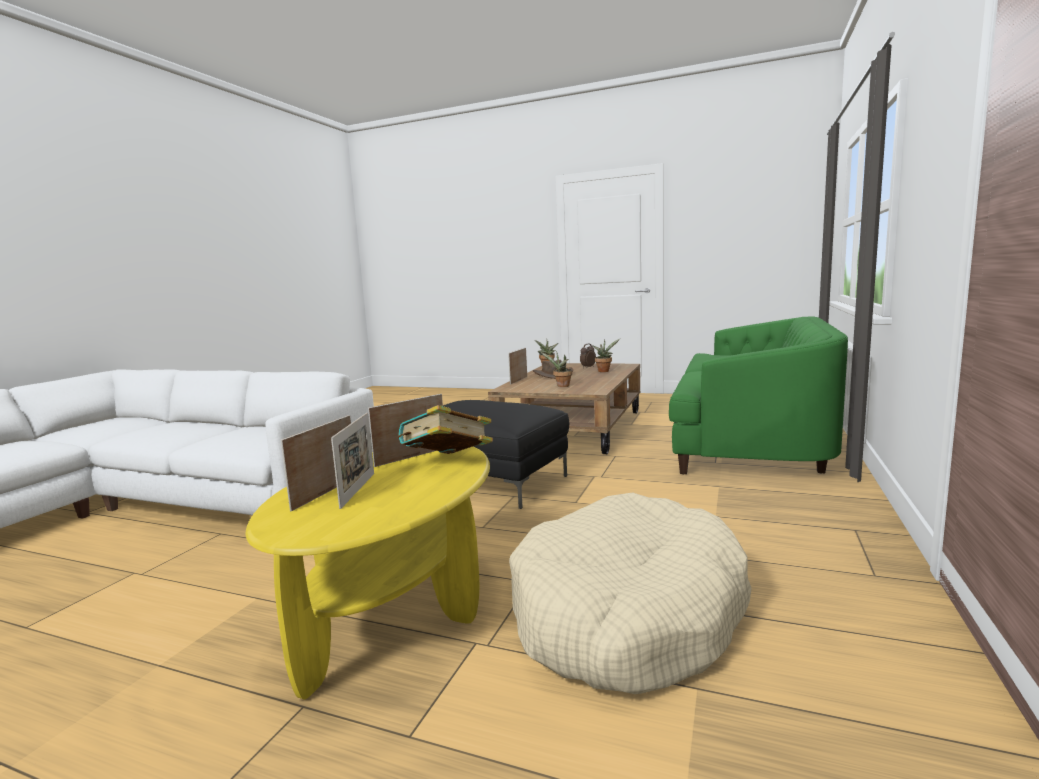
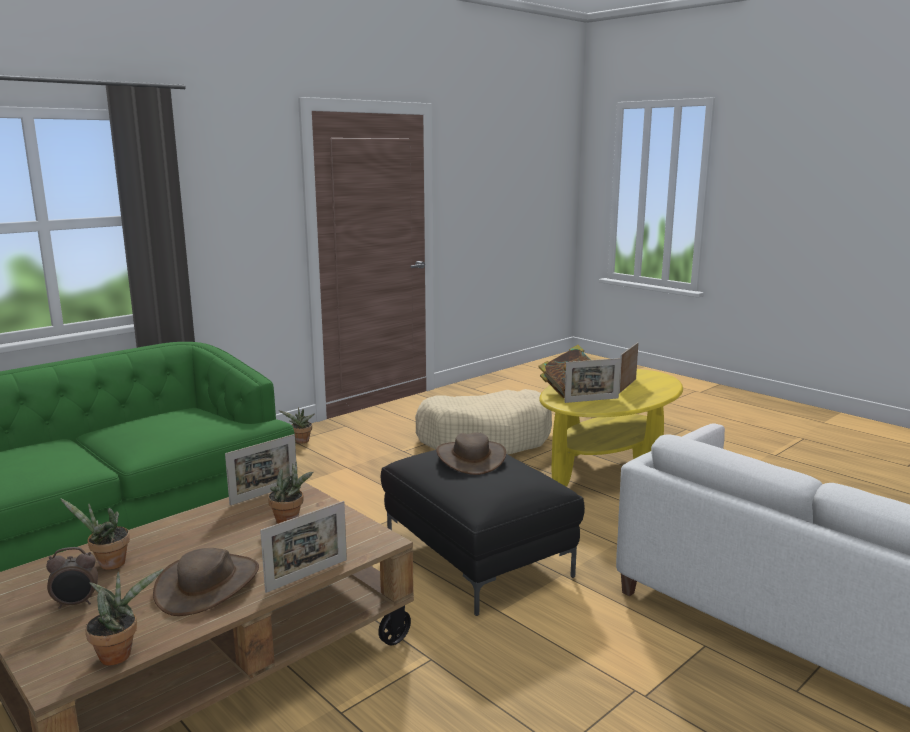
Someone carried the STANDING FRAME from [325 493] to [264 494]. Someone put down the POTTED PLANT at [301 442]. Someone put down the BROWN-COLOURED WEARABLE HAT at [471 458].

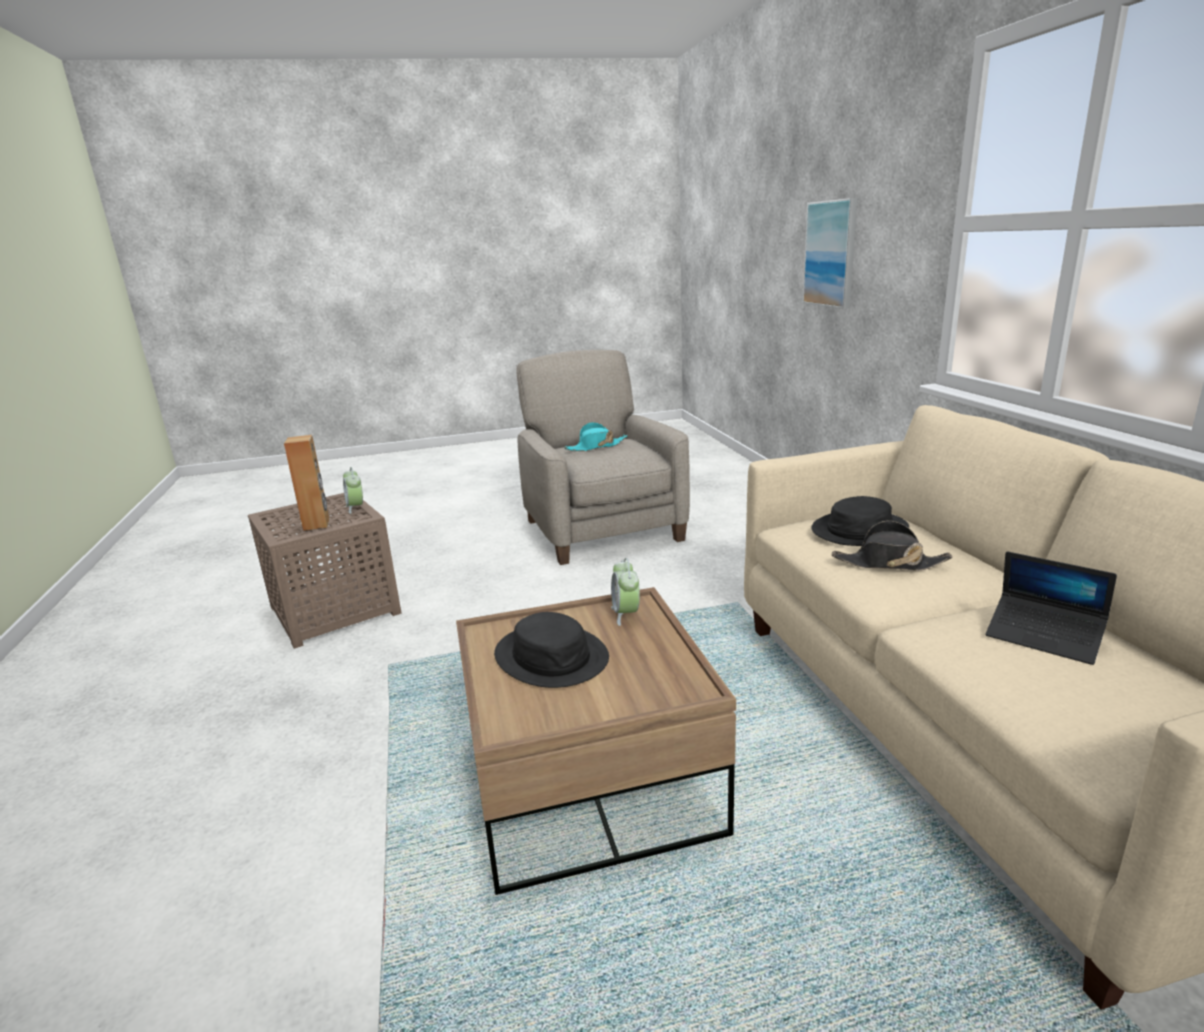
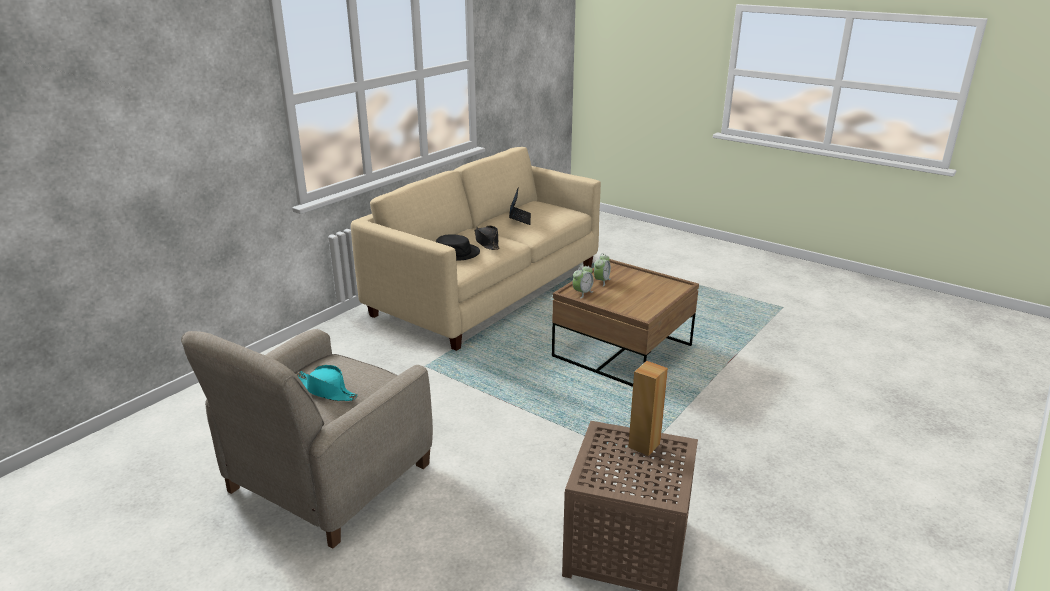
Someone carried the TABLE CLOCK from [356 508] to [601 281]. Someone took away the BLACK-COLOURED WEARABLE HAT at [551 657]. Someone took away the PICTURE at [831 254].

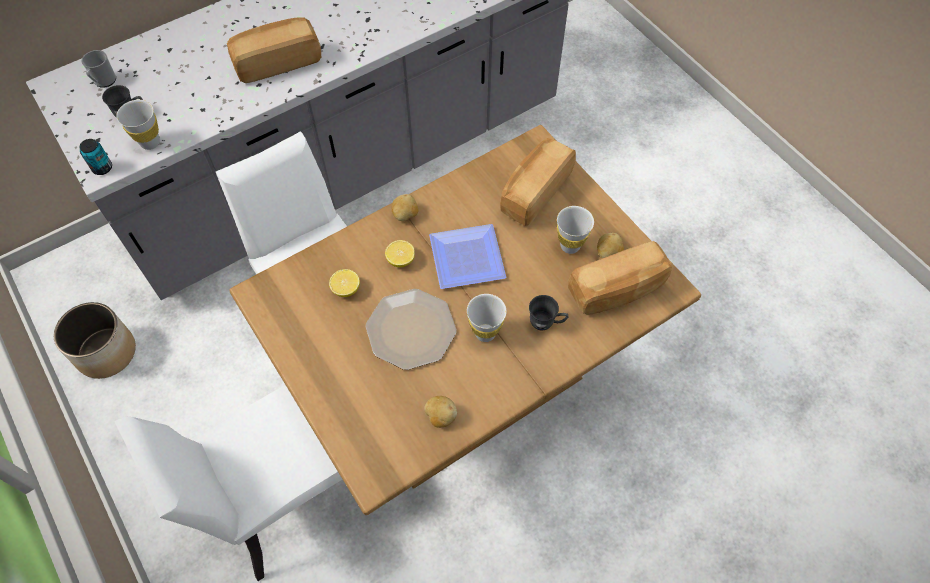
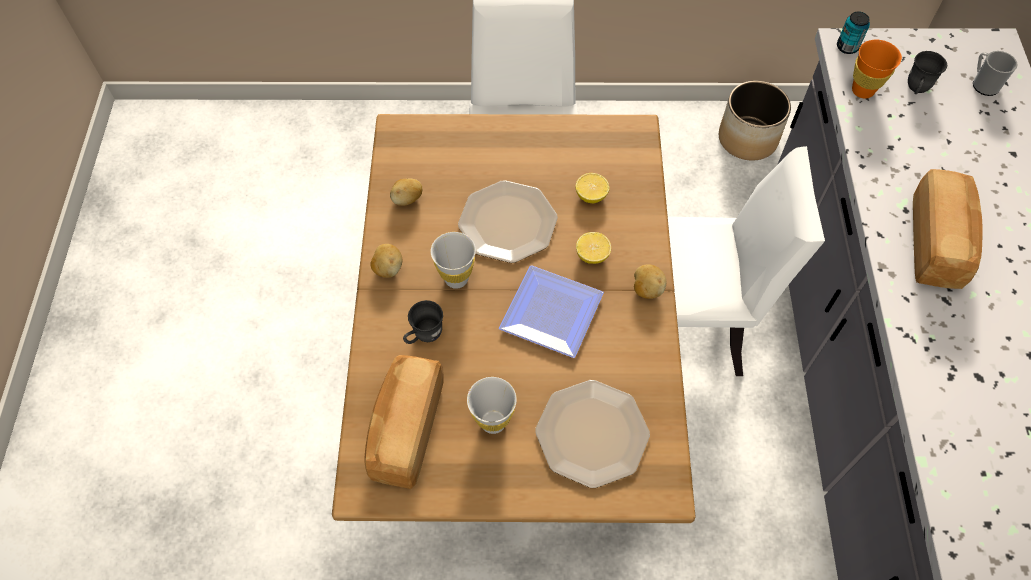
Someone repainted the WHITE CUP at [150 142], which became the ORANGEY CUP at [862 90]. Someone swapped the BAKERY BREAD at [534 192] for the DINNER PLATE at [591 435]. Someone carried the SPUD from [608 253] to [388 268].

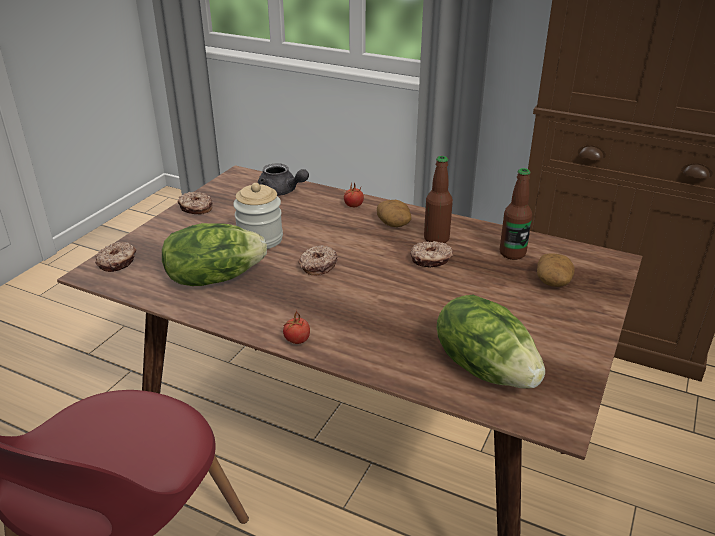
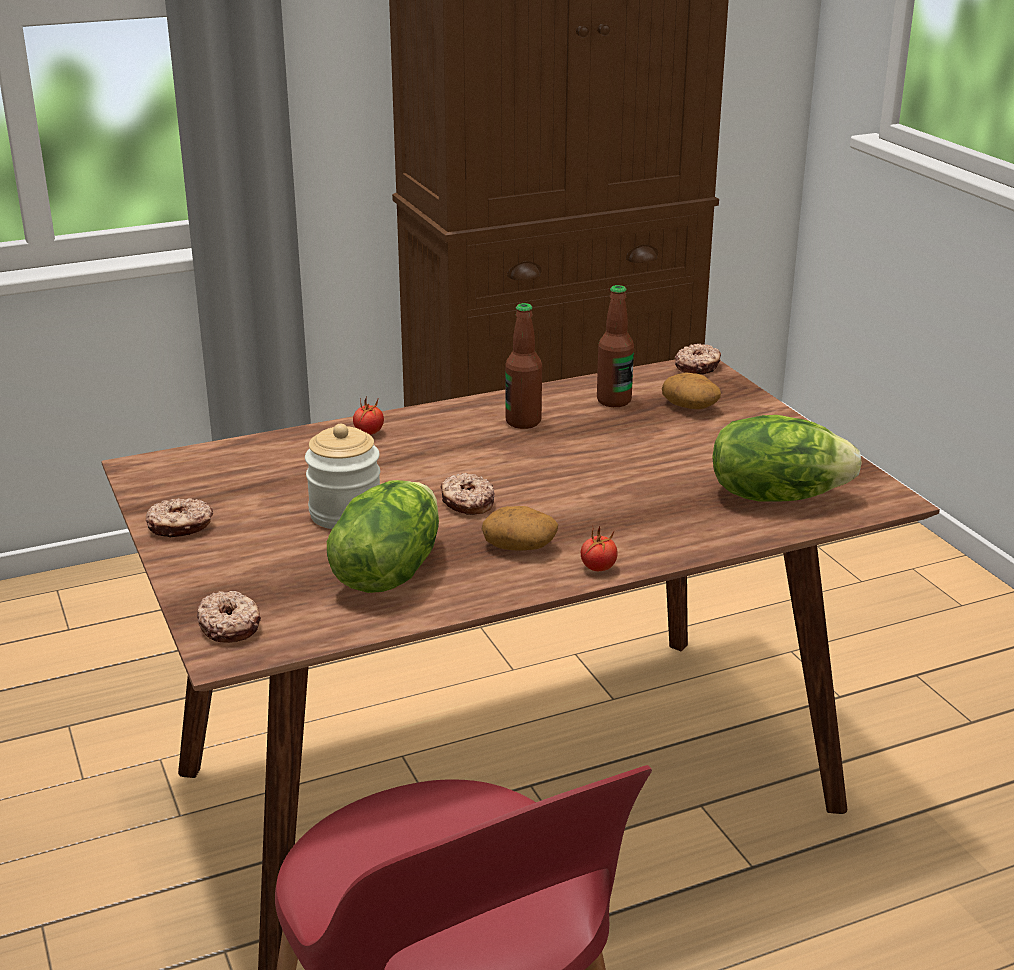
Someone took away the GREYISH TEAPOT at [281 192]. Someone carried the SPUD from [394 224] to [520 546]. Someone carried the DONUT from [431 260] to [698 367].

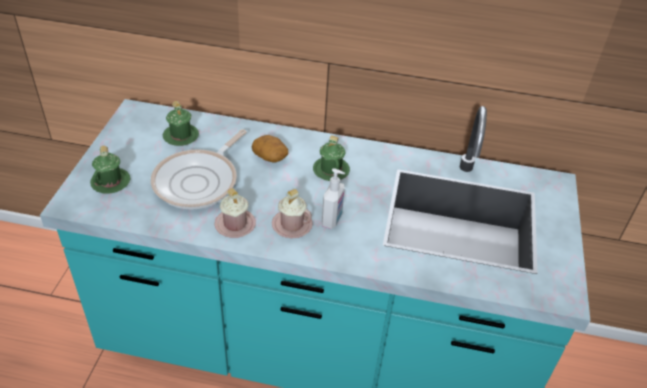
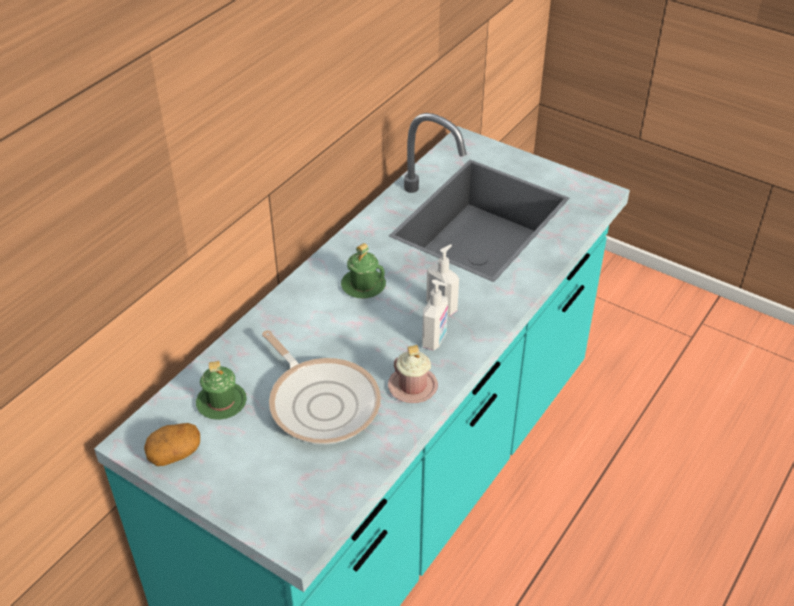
Someone took away the GREEN-COLOURED TEA MUG at [110 182]. Someone carried the SPUD from [270 157] to [175 452]. Someone swapped the PINK TEA MUG at [292 225] for the SOAP BOTTLE at [435 340].

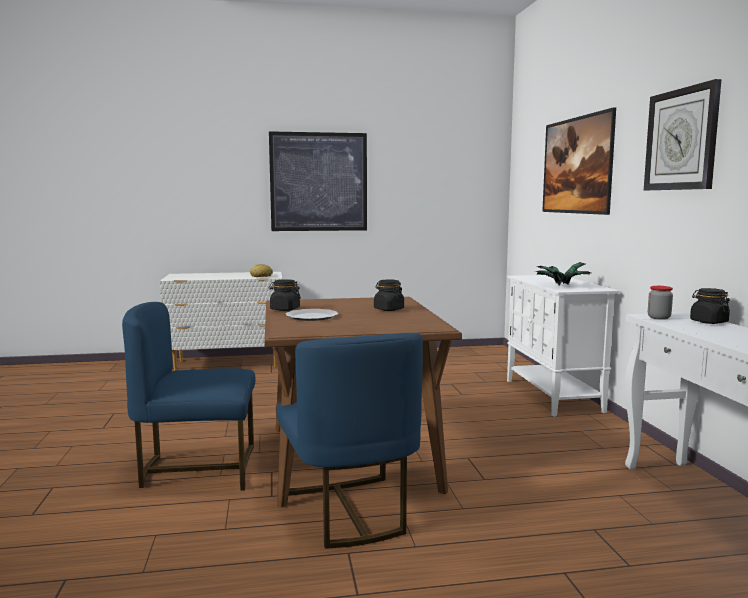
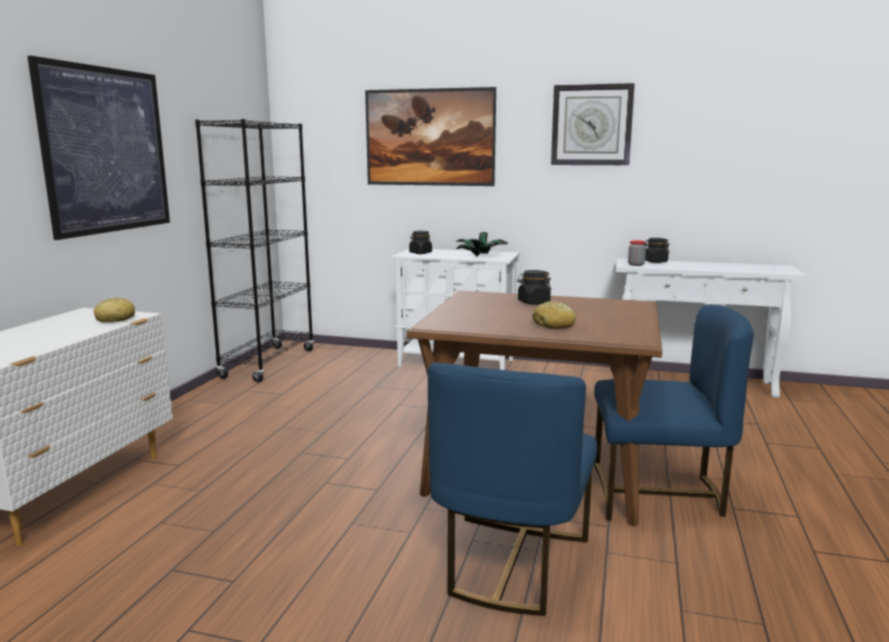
Someone carried the BLACK-COLOURED STORAGE JAR from [284 309] to [420 253]. Someone swapped the DINNER PLATE at [312 317] for the BAKERY BREAD at [554 325]. Someone put down the BLACK-COLOURED SHELVING UNIT at [268 364].

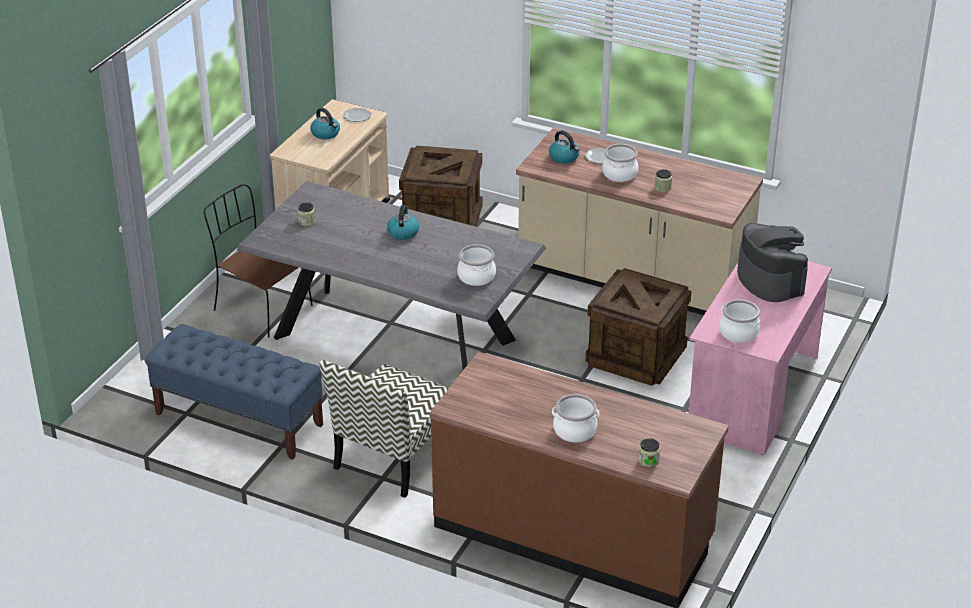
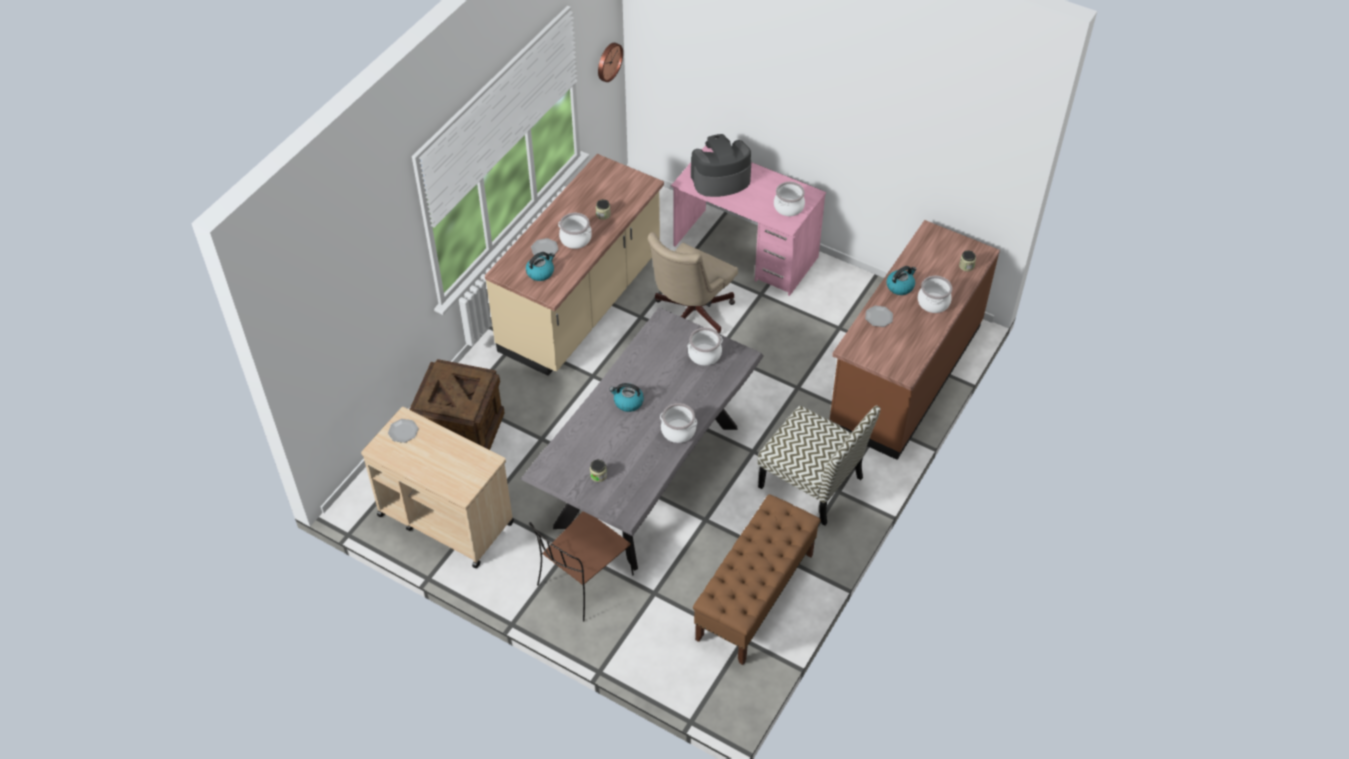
Someone repainted the BLUE LONG SEAT at [238 419], which became the BROWN-COLOURED LONG SEAT at [755 597]. Someone carried the KETTLE from [326 134] to [900 286]. Someone swapped the CRATE at [635 355] for the SAND-COLOURED DESK CHAIR at [690 315]. Someone put up the CLOCK ON THE WALL at [608 61]. Someone put down the COOKING POT at [678 430]. Someone put down the DINNER PLATE at [879 317].

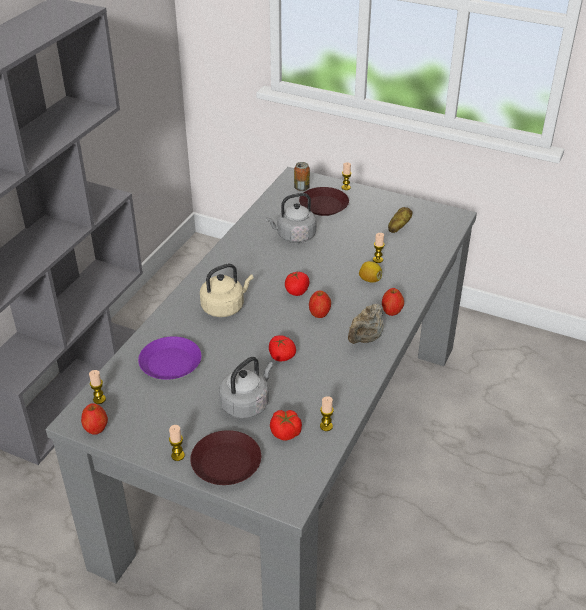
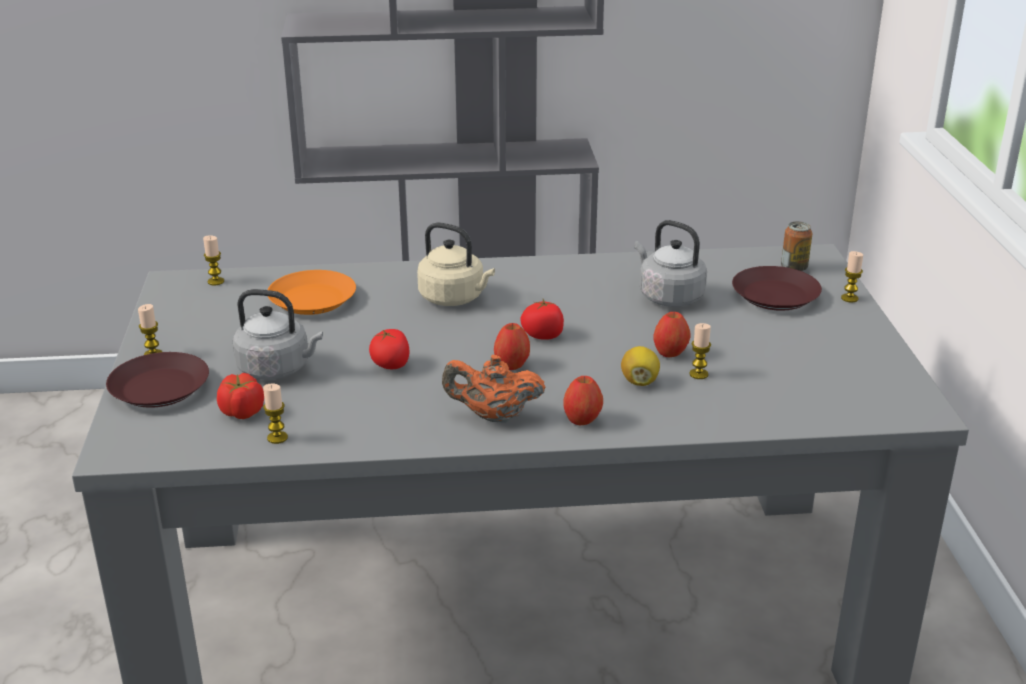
Someone carried the APPLE from [96 429] to [670 353]. Someone repainted the PURPLE DINNER PLATE at [171 363], which became the ORANGEY DINNER PLATE at [313 300]. Someone repainted the SAND-COLOURED TEAPOT at [365 339], which became the ORANGEY TEAPOT at [493 416]. Someone took away the SPUD at [398 227].

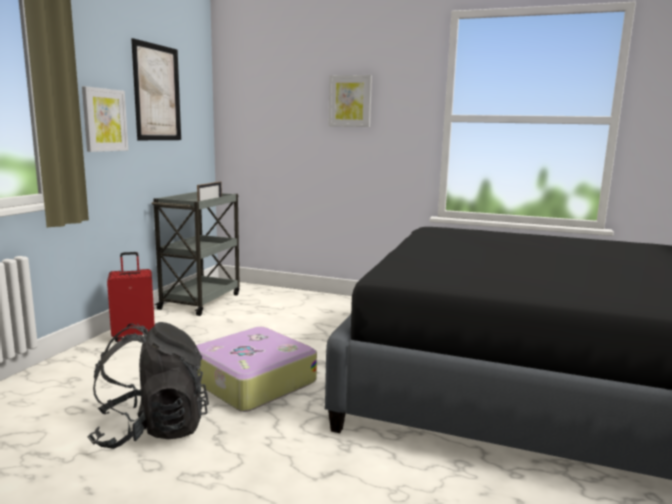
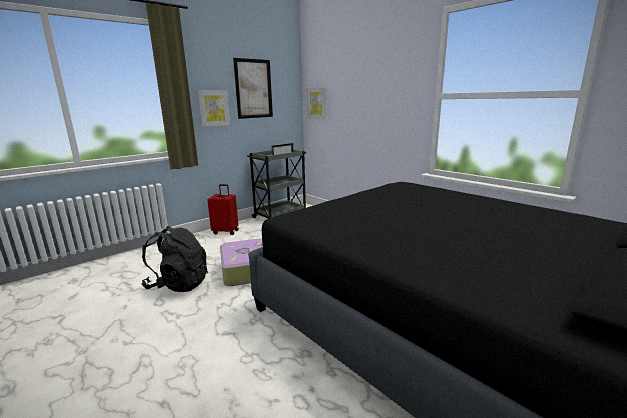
Someone carried the PICTURE from [350 101] to [317 103].

